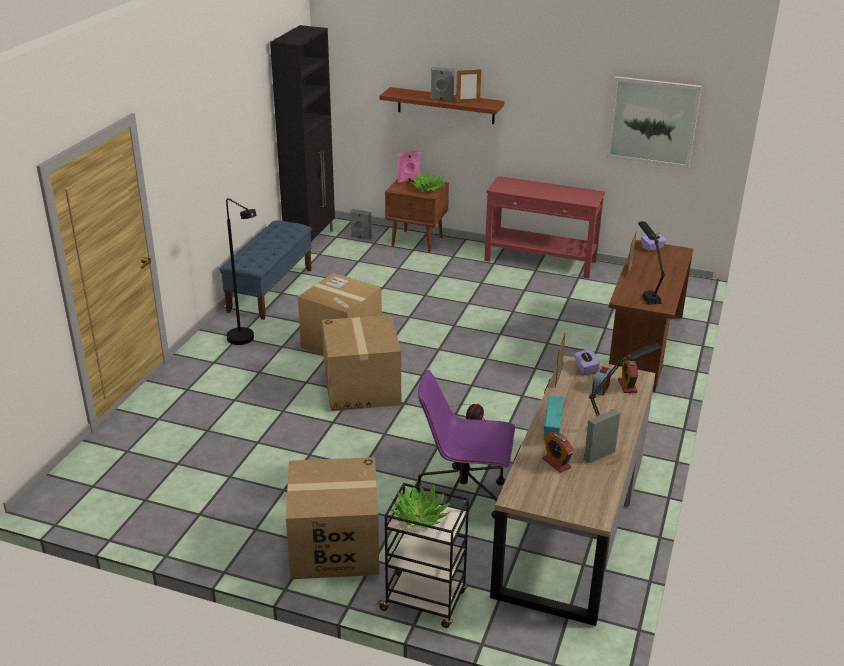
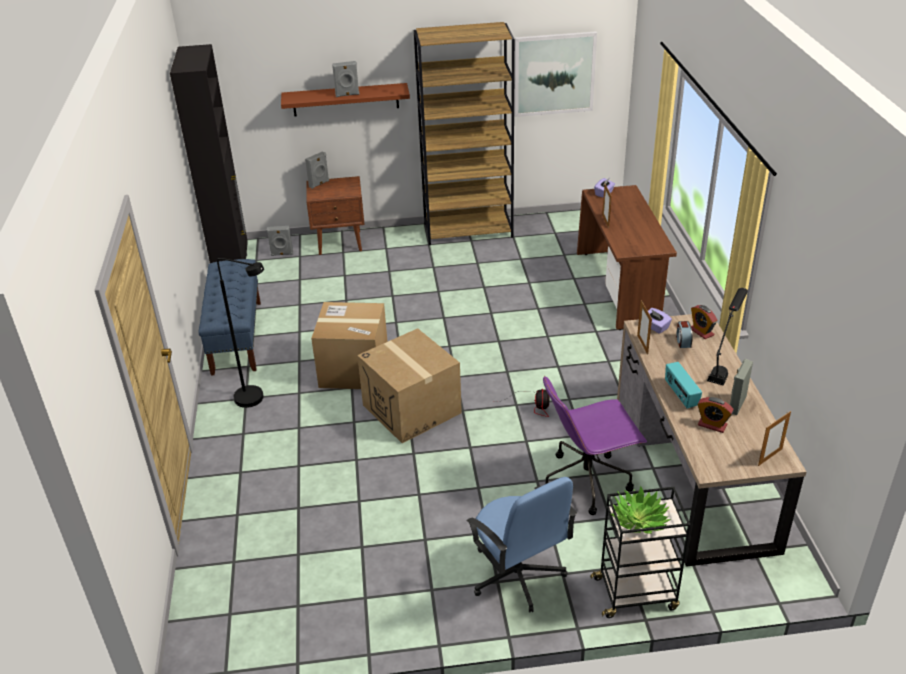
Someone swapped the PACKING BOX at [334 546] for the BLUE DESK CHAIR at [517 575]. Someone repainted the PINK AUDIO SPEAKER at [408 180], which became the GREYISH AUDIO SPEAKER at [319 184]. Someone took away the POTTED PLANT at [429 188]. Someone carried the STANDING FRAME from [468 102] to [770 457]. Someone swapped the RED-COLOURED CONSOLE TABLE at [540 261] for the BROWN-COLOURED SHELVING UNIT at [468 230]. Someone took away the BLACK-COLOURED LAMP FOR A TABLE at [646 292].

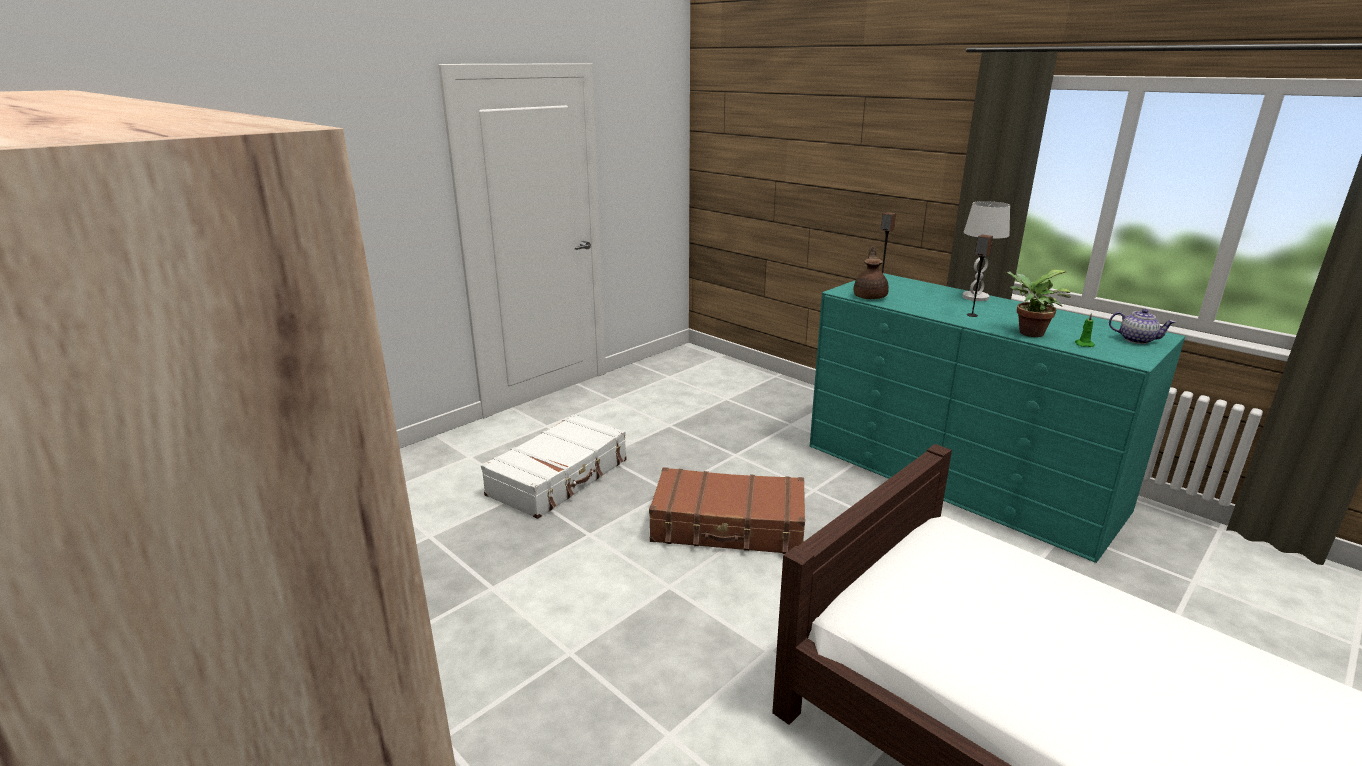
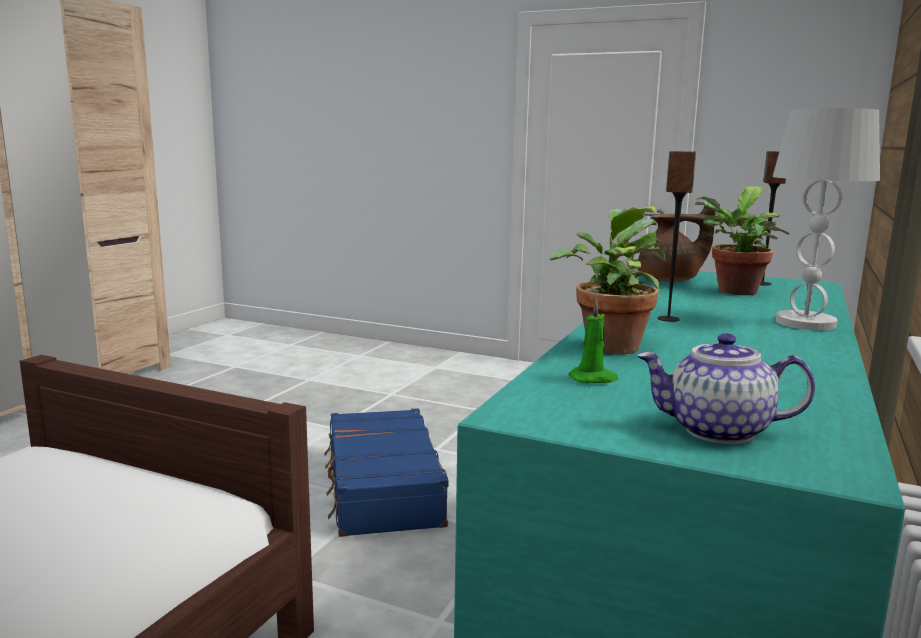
Someone took away the WHITE TRAVEL CASE at [559 478]. Someone repainted the BROWN-COLOURED TRAVEL CASE at [728 526], which became the BLUE TRAVEL CASE at [382 488]. Someone rotated the TEAPOT at [1137 340] by 90 degrees clockwise. Someone put down the POTTED PLANT at [735 292].

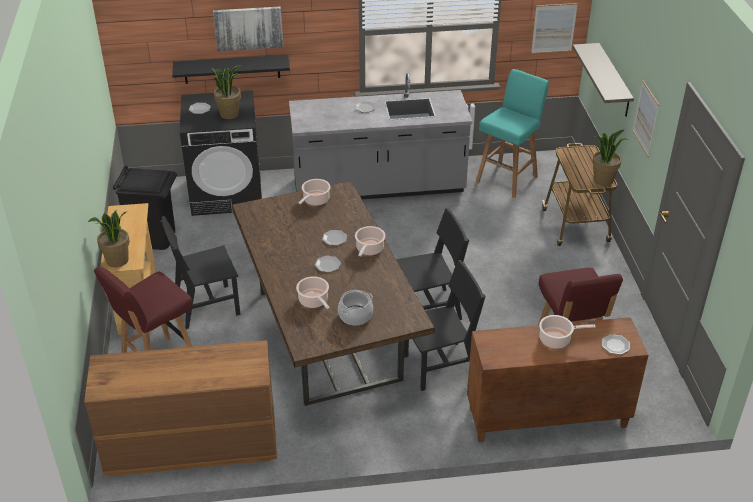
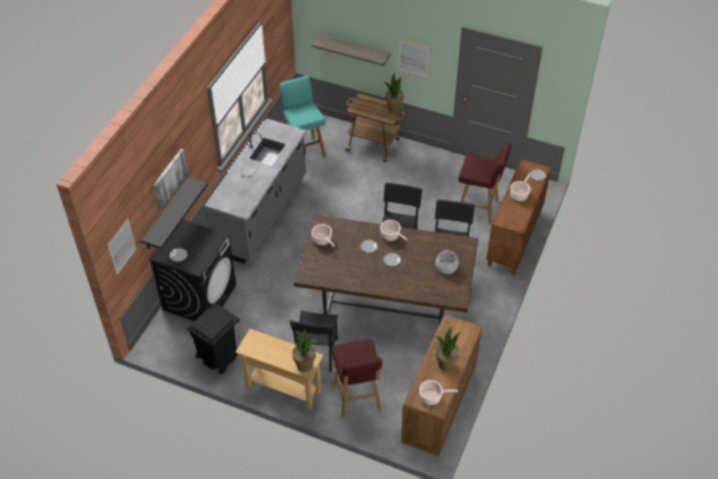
Someone carried the POTTED PLANT from [229 114] to [446 364]. Someone carried the COOKING POT from [314 301] to [432 397]. Someone carried the PICTURE from [554 28] to [122 246].

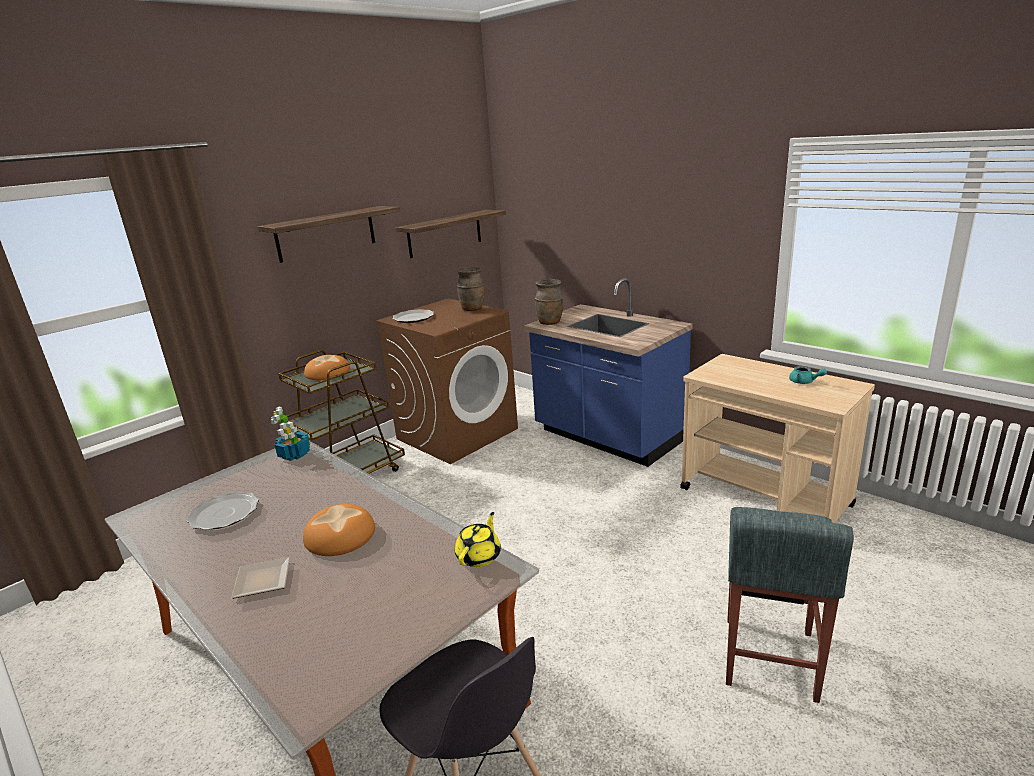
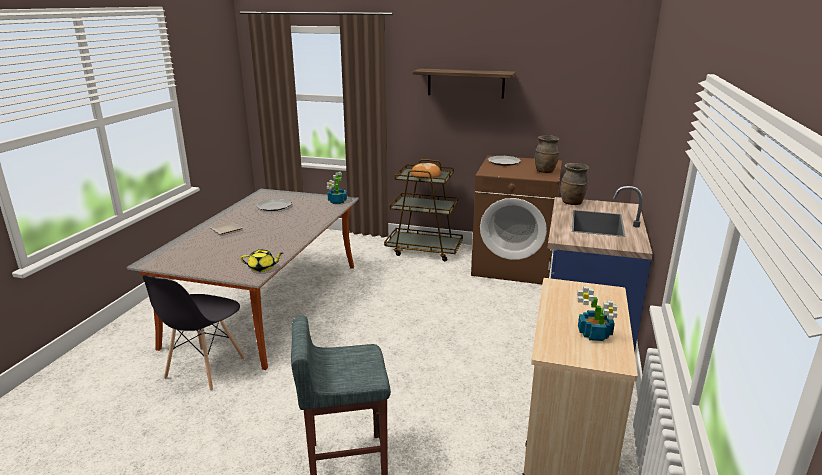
Someone took away the BAKERY BREAD at [339 536]. Someone took away the WALL SHELF at [445 233]. Someone swapped the TURQUOISE-COLOURED TEAPOT at [804 382] for the POTTED PLANT at [595 334].

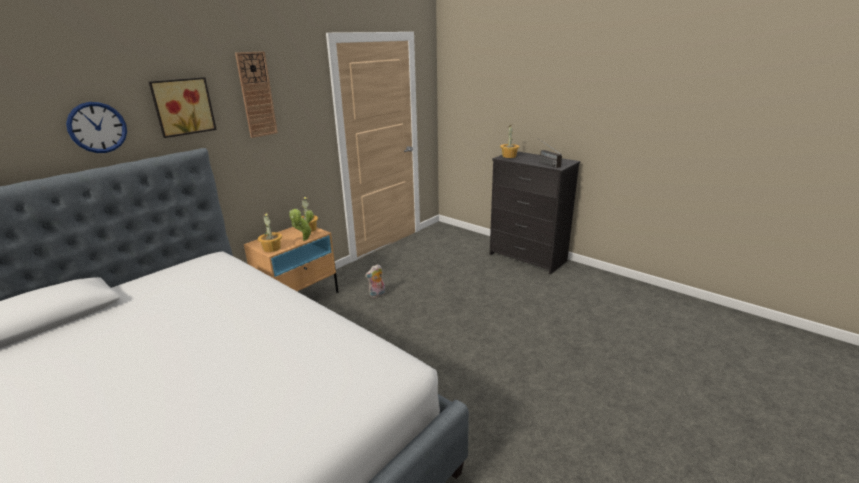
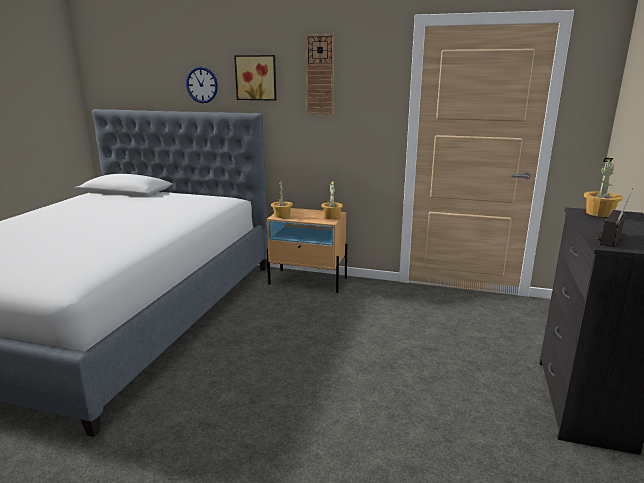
Someone took away the POTTED PLANT at [304 240]. Someone took away the PLUSH TOY at [377 295].

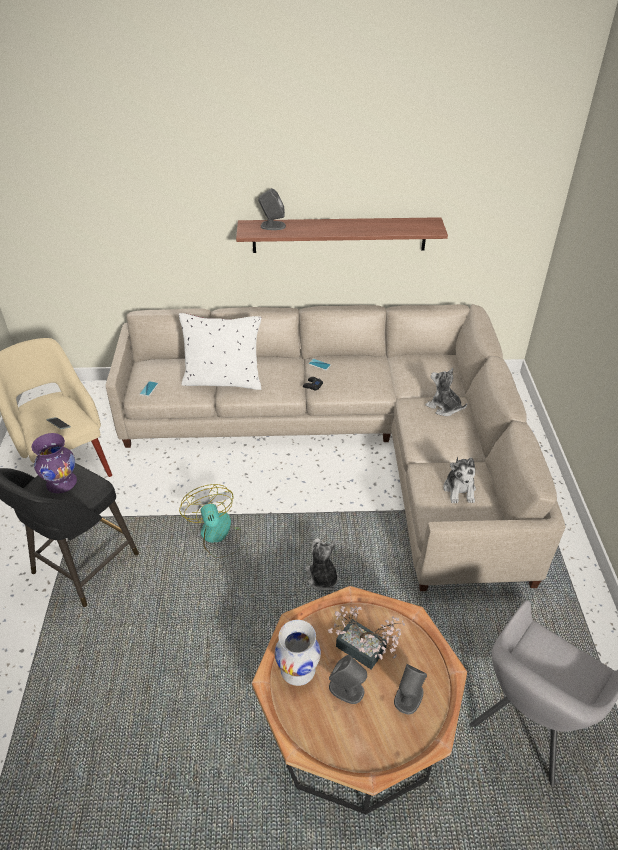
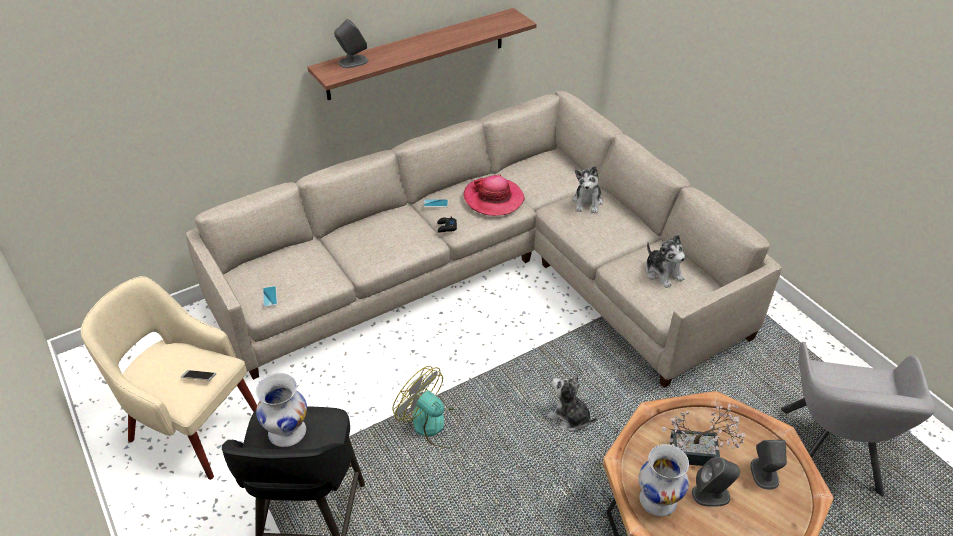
Someone repainted the PURPLE VASE at [62 482], which became the WHITE VASE at [287 431]. Someone took away the WHITE PILLOW at [223 380]. Someone rotated the PLUSH TOY at [443 407] by 90 degrees counterclockwise. Someone put down the WEARABLE HAT at [493 198].

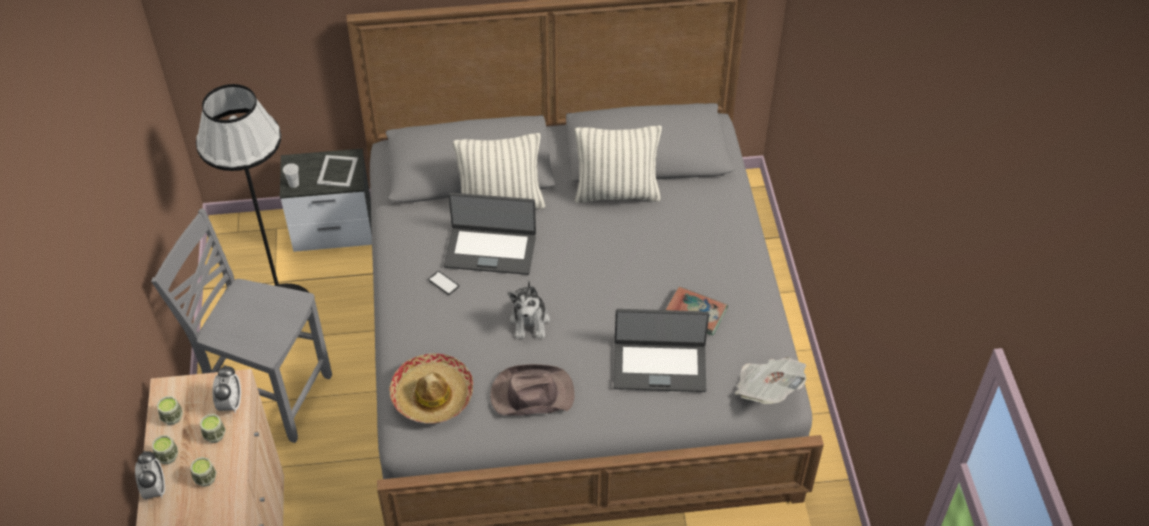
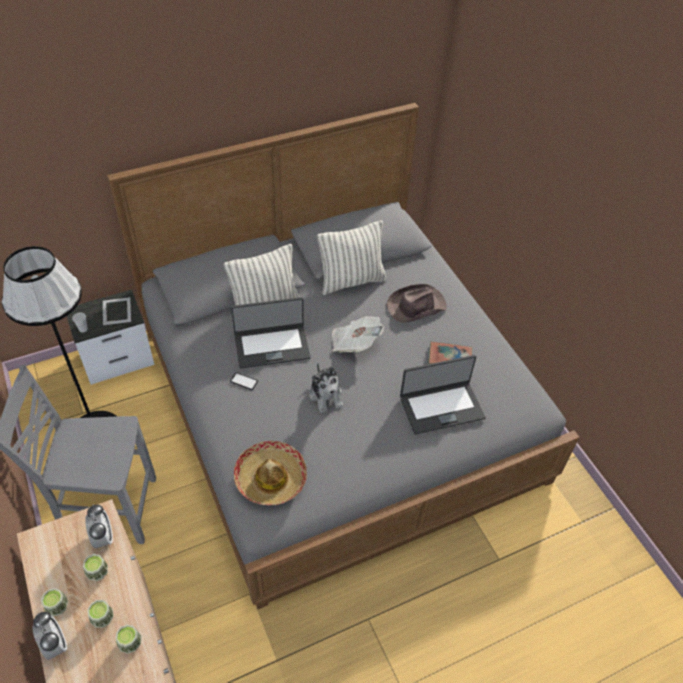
Someone carried the CUP from [172 417] to [130 643]. Someone carried the BROWN-COLOURED WEARABLE HAT from [531 394] to [415 306]. Someone carried the PRINTED PAPER from [767 389] to [354 343].

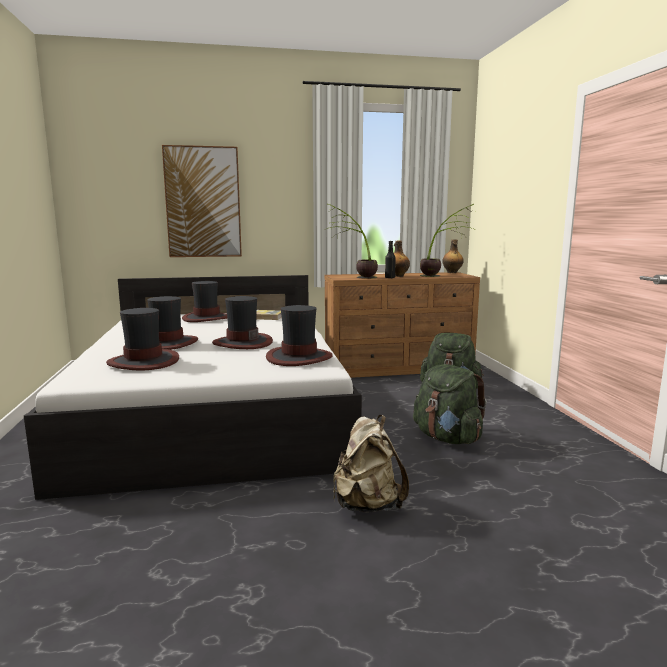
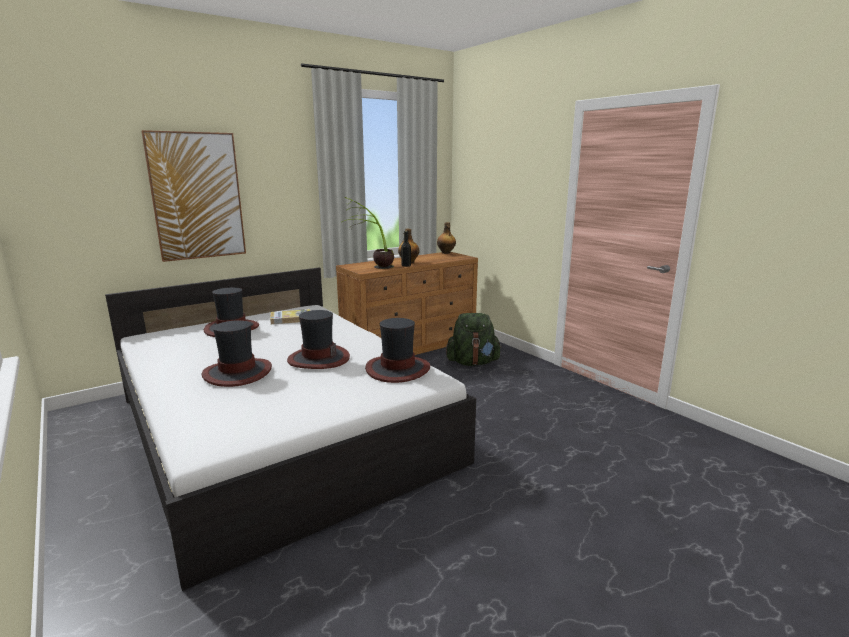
Someone took away the WEARABLE HAT at [144 362]. Someone took away the SAND-COLOURED RUCKSACK at [367 505]. Someone took away the GREEN-COLOURED RUCKSACK at [447 438]. Someone took away the POTTED PLANT at [442 276].

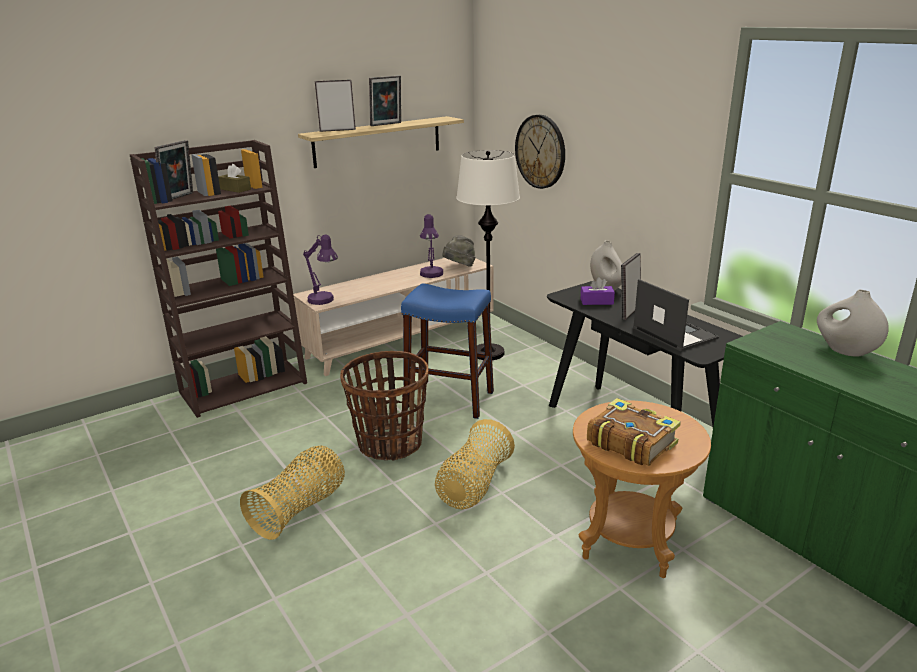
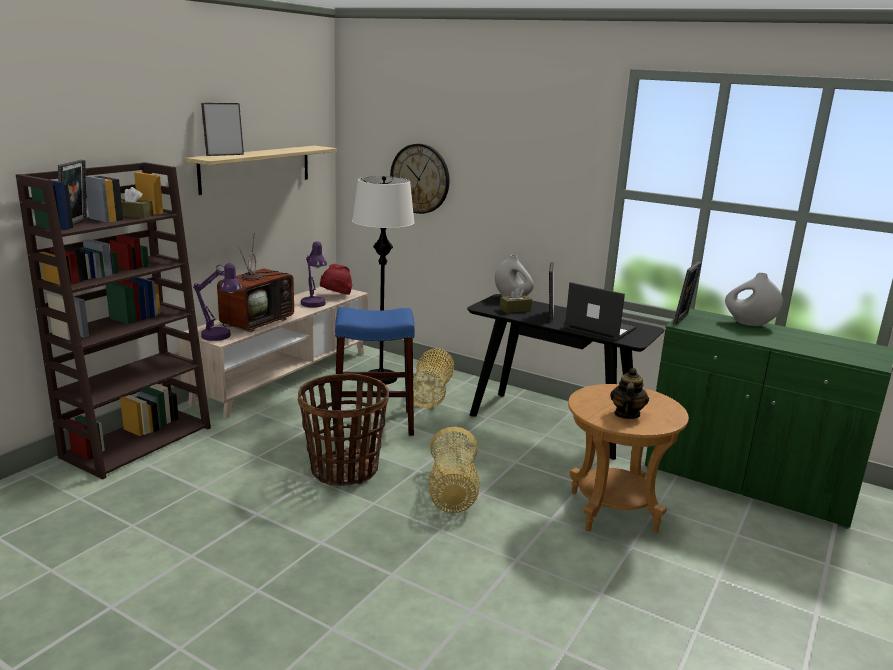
Someone carried the STORAGE BASKET from [300 509] to [431 393]. Someone carried the STANDING FRAME from [386 124] to [683 319]. Someone repainted the GREYISH WEARABLE HAT at [459 267], which became the RED-COLOURED WEARABLE HAT at [336 296]. Someone repainted the PURPLE TISSUE HOLDER at [596 301], which became the BROWN-COLOURED TISSUE HOLDER at [515 309]. Someone swapped the BOUND BOOK at [630 442] for the TEAPOT at [626 414]. Someone put down the TELEVISION at [257 322].

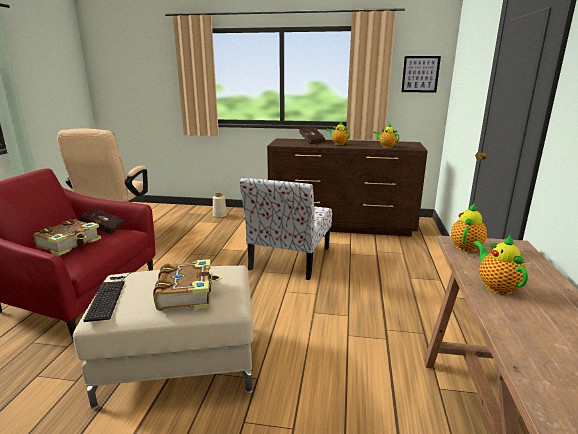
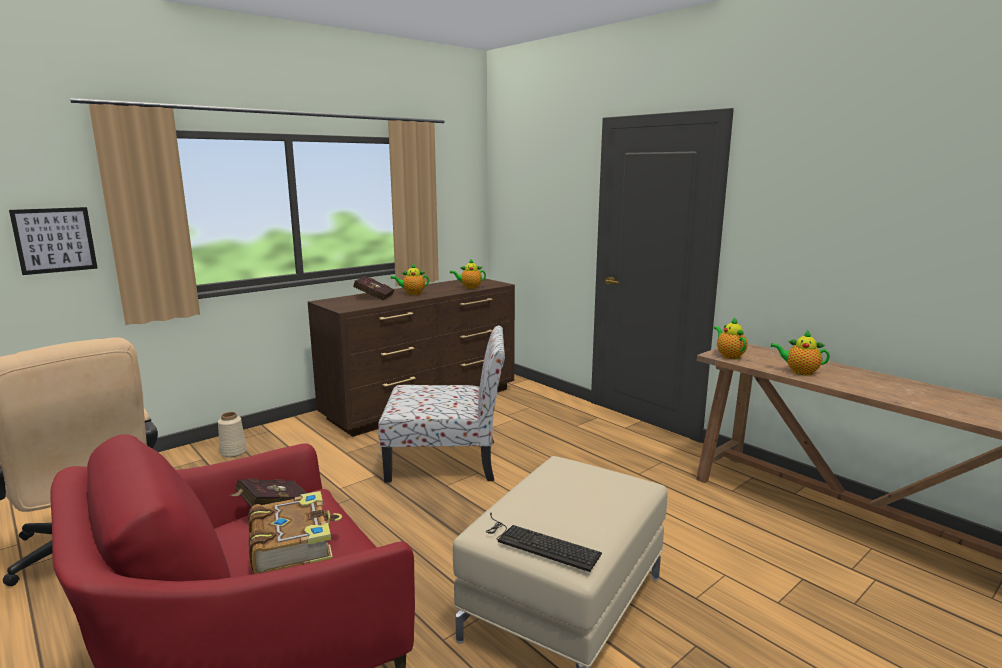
Someone took away the BOUND BOOK at [187 293]. Someone rotated the CHAIR at [289 259] by 60 degrees counterclockwise. Someone carried the PICTURE from [420 74] to [55 240].

